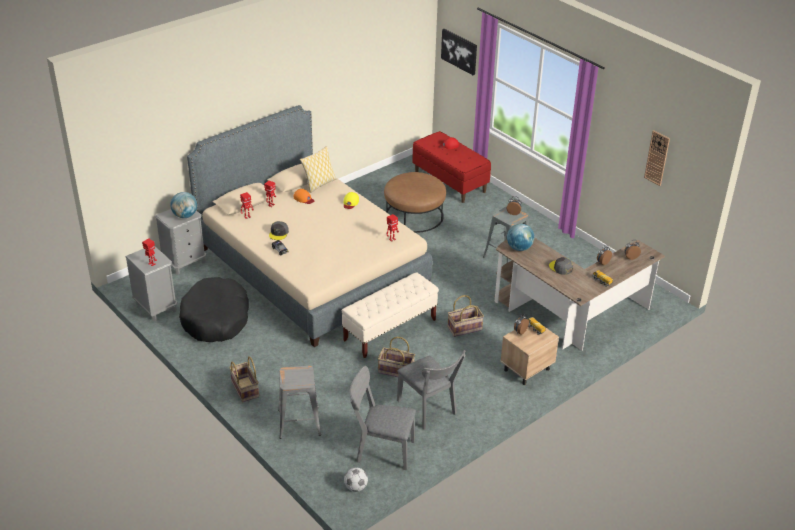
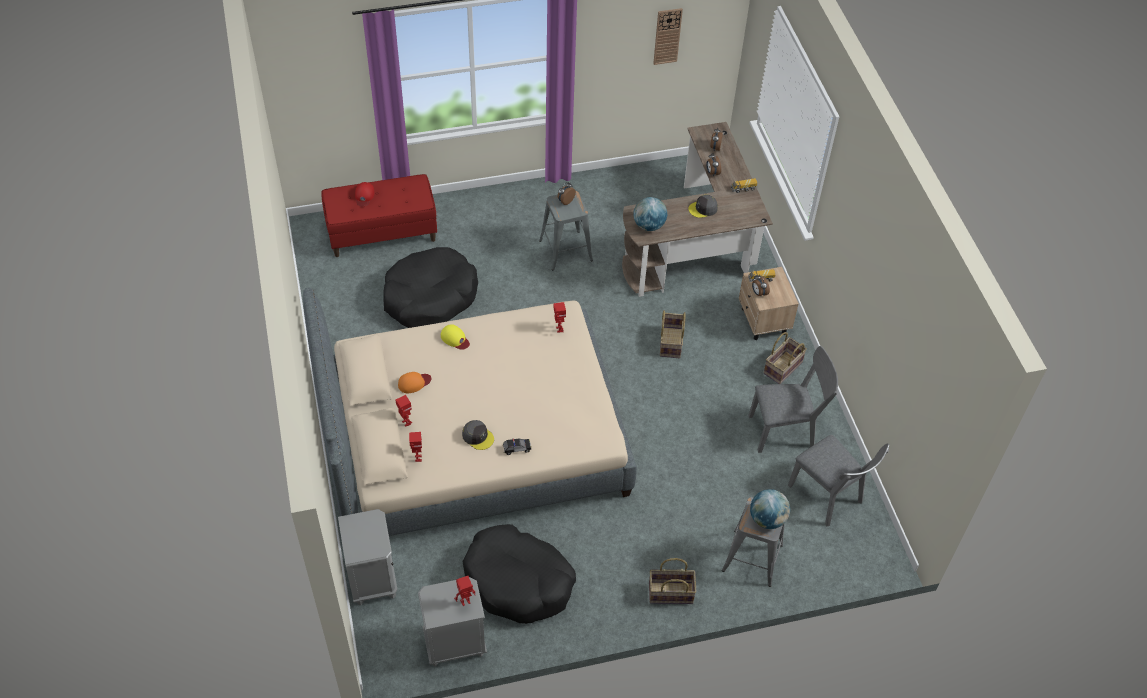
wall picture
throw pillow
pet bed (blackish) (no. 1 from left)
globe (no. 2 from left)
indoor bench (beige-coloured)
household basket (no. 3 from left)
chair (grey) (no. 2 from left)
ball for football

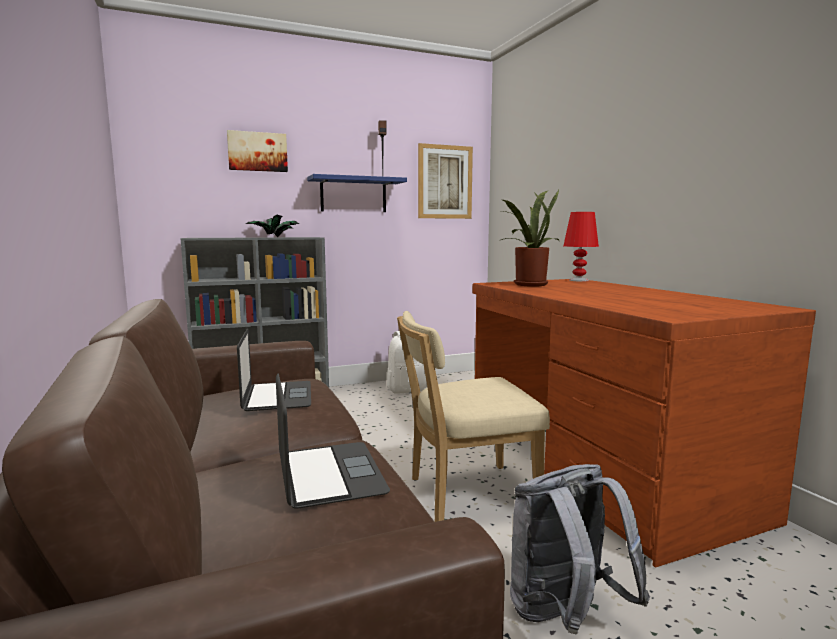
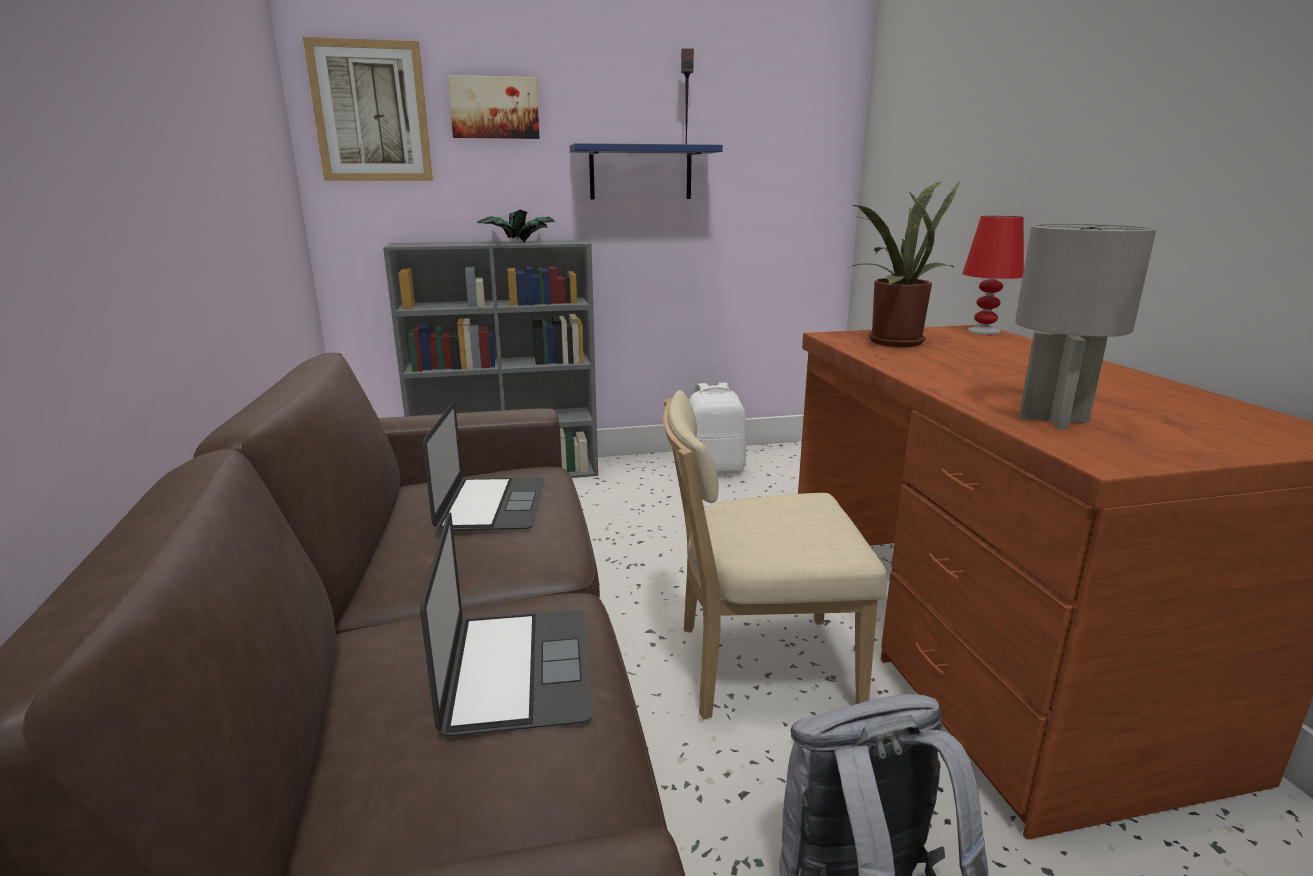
wall picture (no. 1 from left)
table lamp (grey)

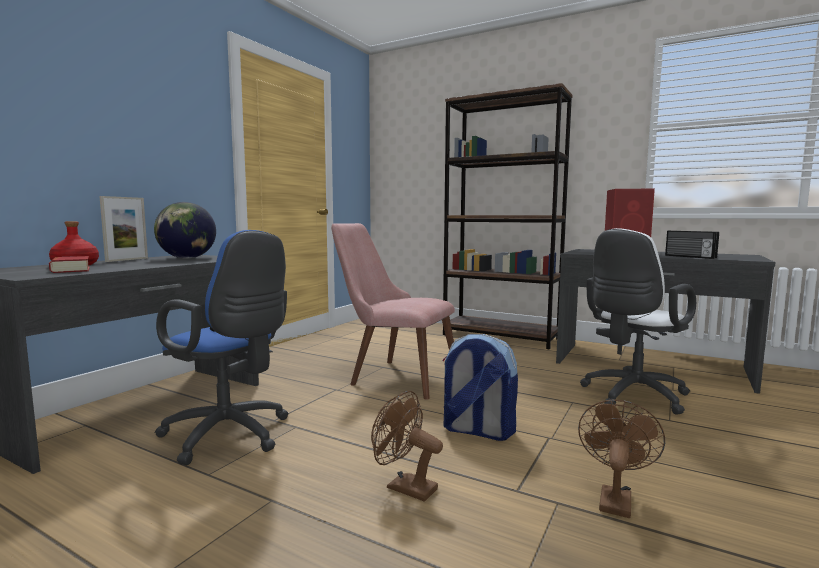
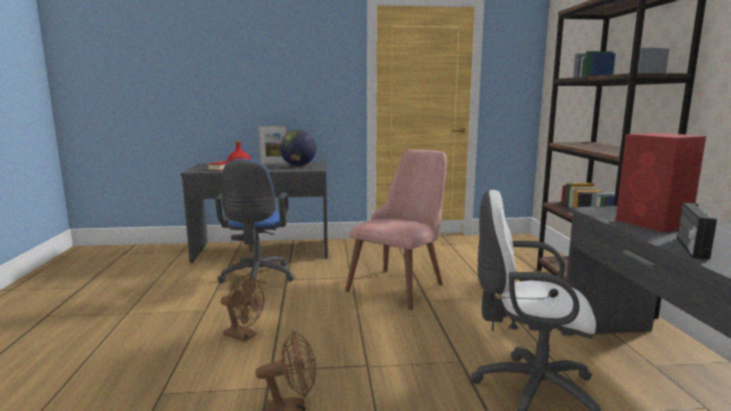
chair (pinkish)
knapsack
fan (brown) (no. 1 from left)

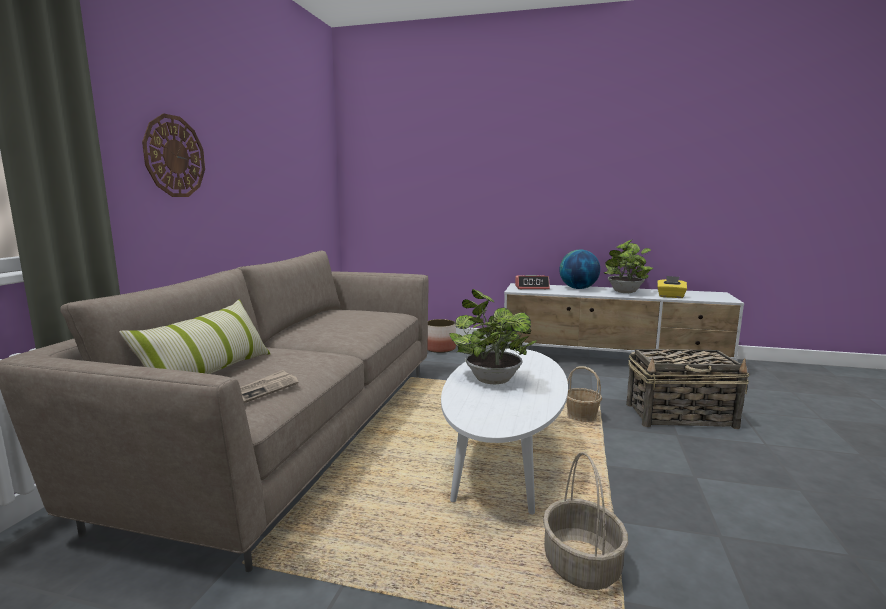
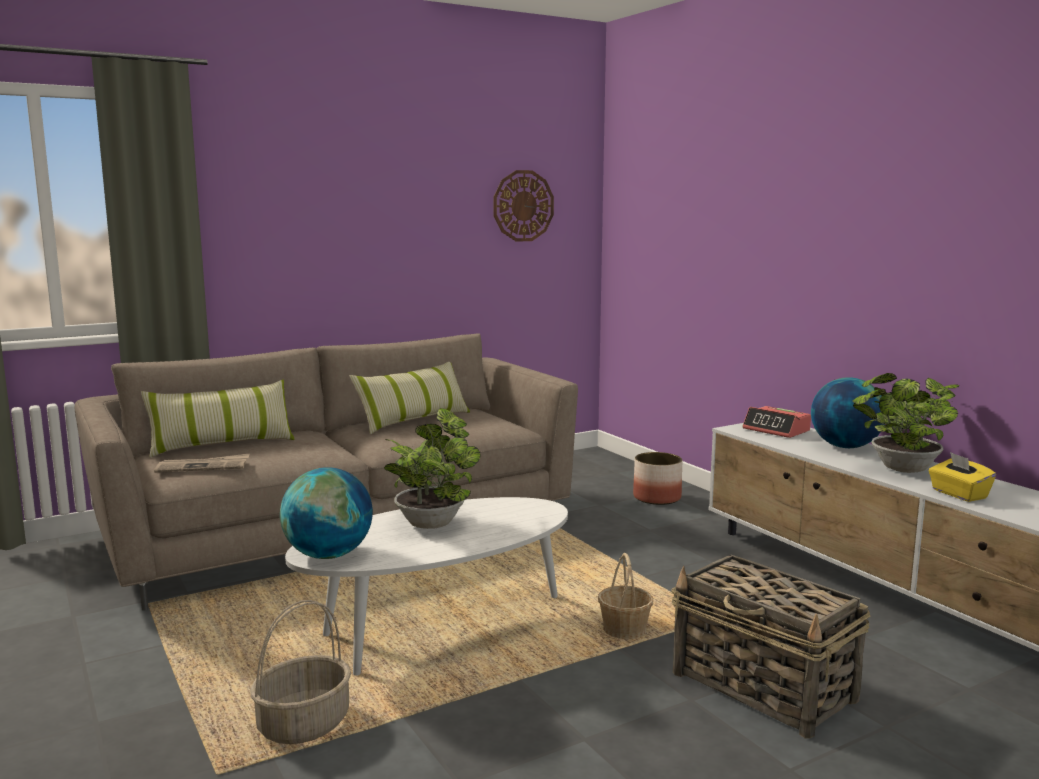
hanging clock
throw pillow (no. 2 from left)
globe (no. 1 from left)

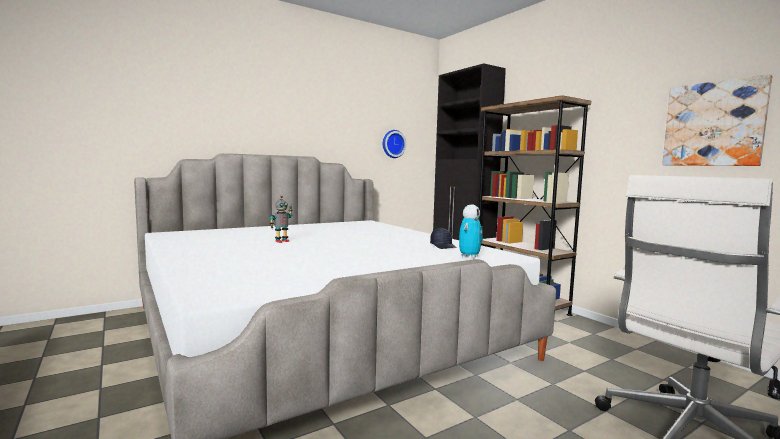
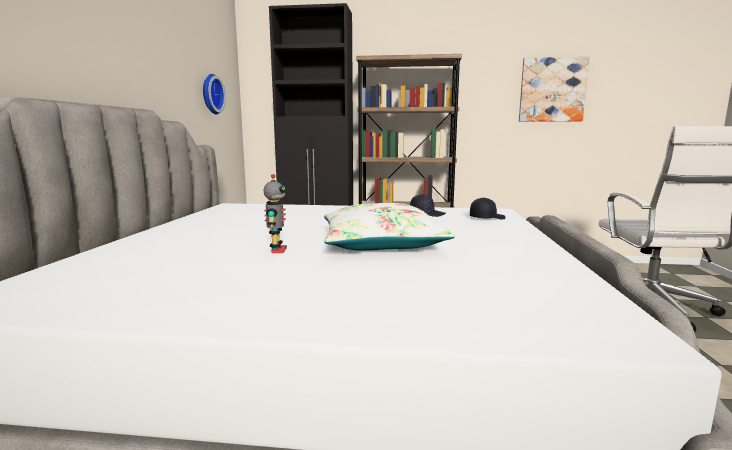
peaked cap (blackish) (no. 2 from left)
throw pillow (white-coloured)

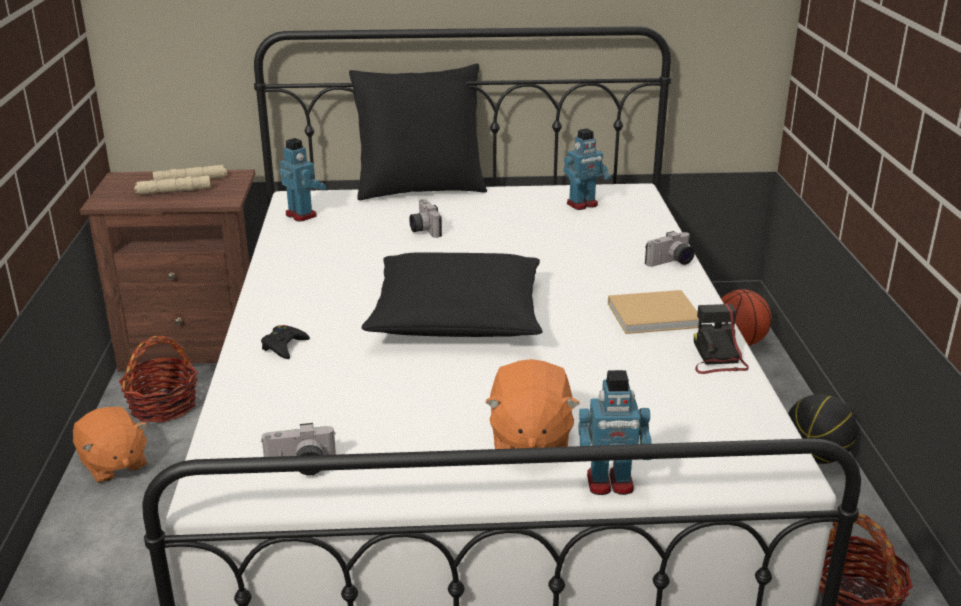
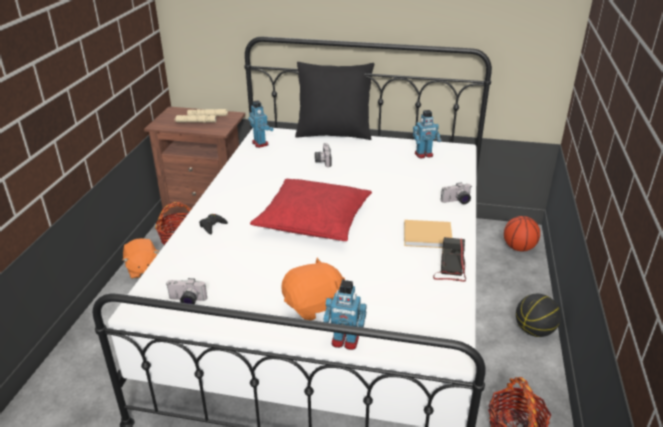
throw pillow (reddish)
soft toy (orange) (no. 2 from left)

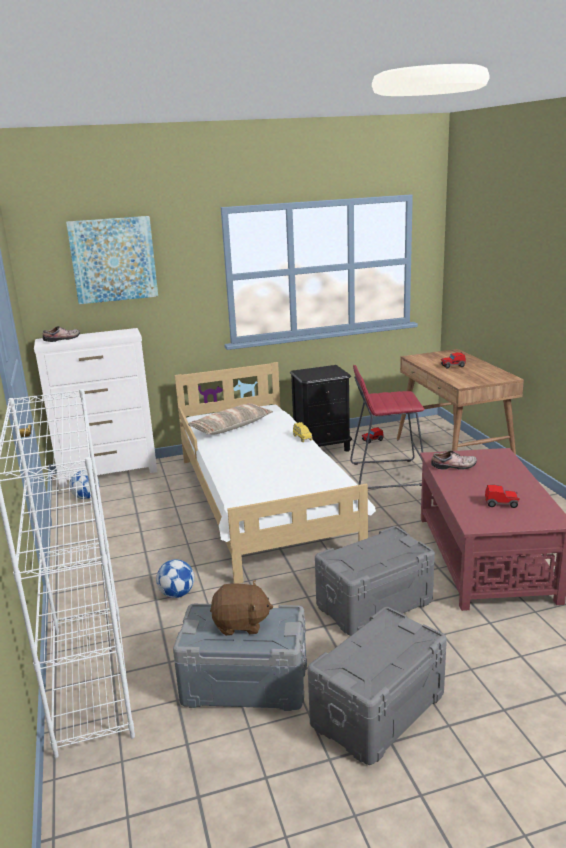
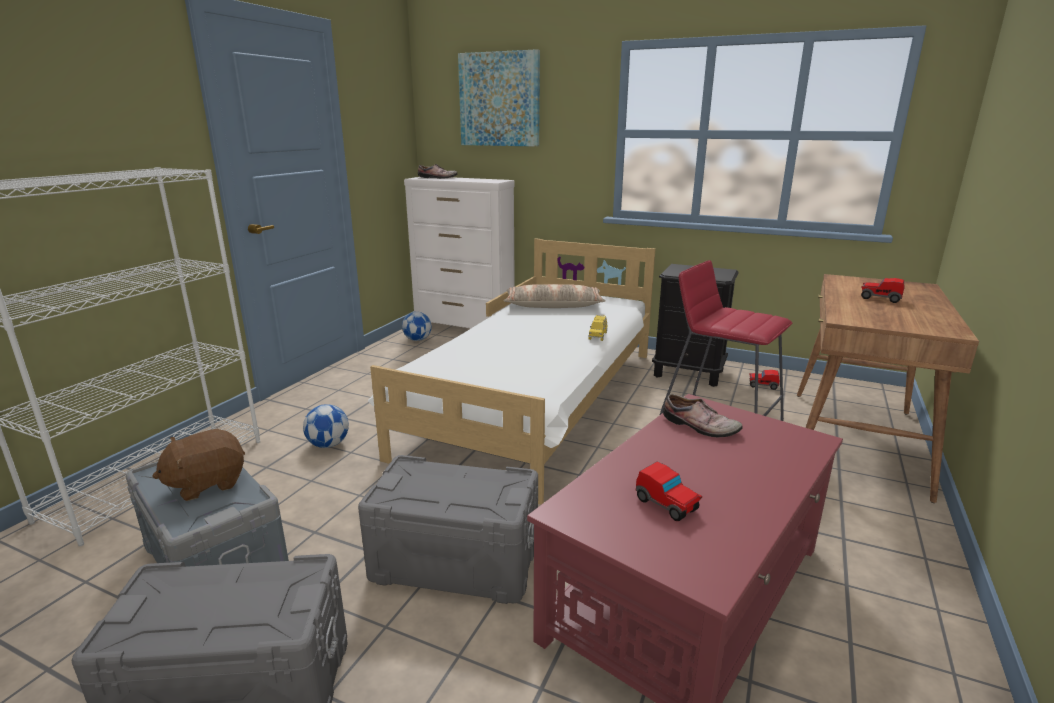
soft toy (brown)

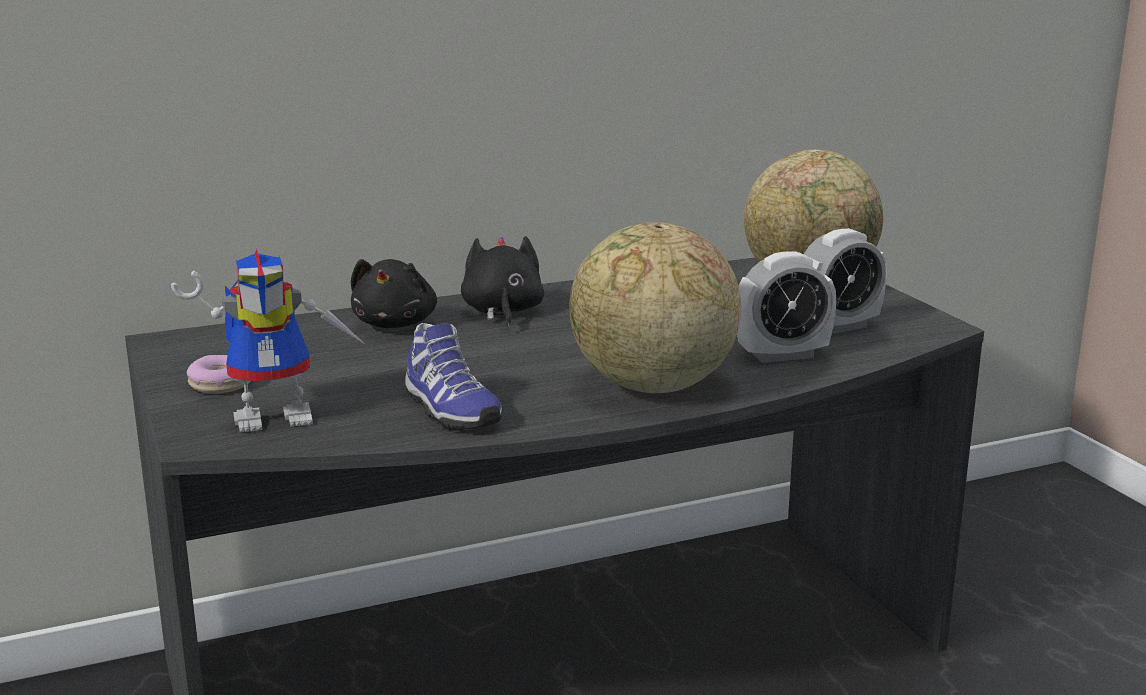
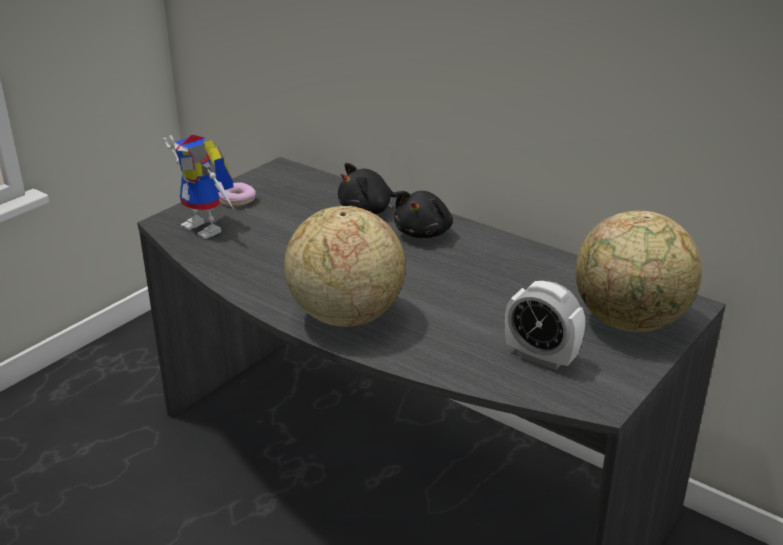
soft toy (blackish) (no. 2 from left)
alarm clock (no. 1 from left in the first image)
item of footwear

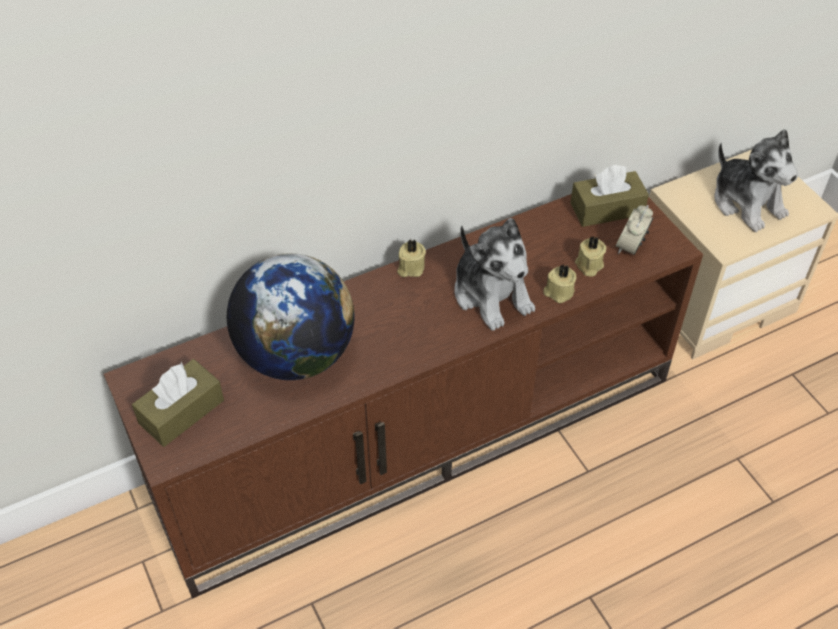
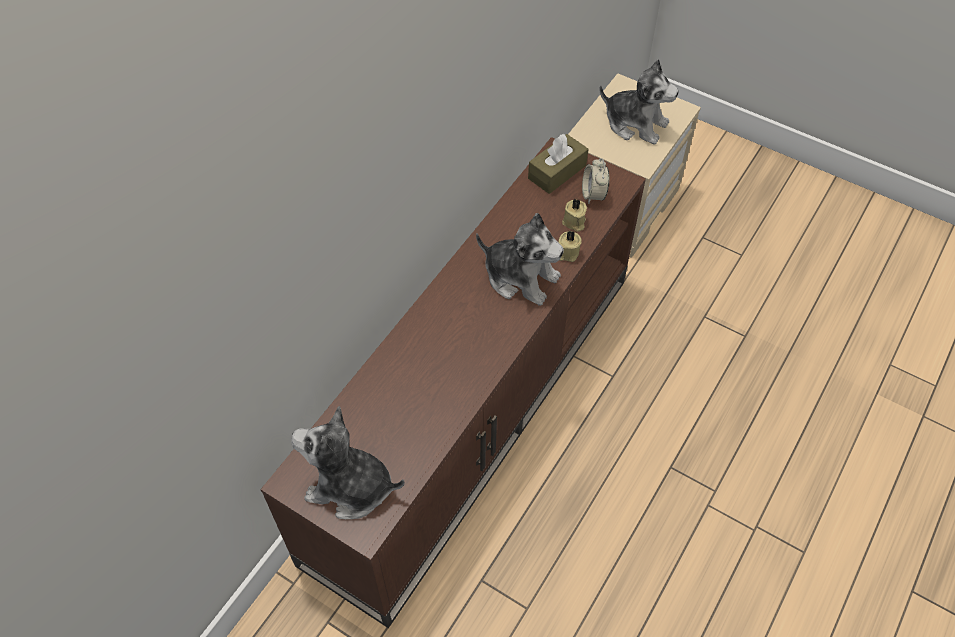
candle (beige-coloured) (no. 1 from left in the first image)
globe
soft toy (no. 1 from left)

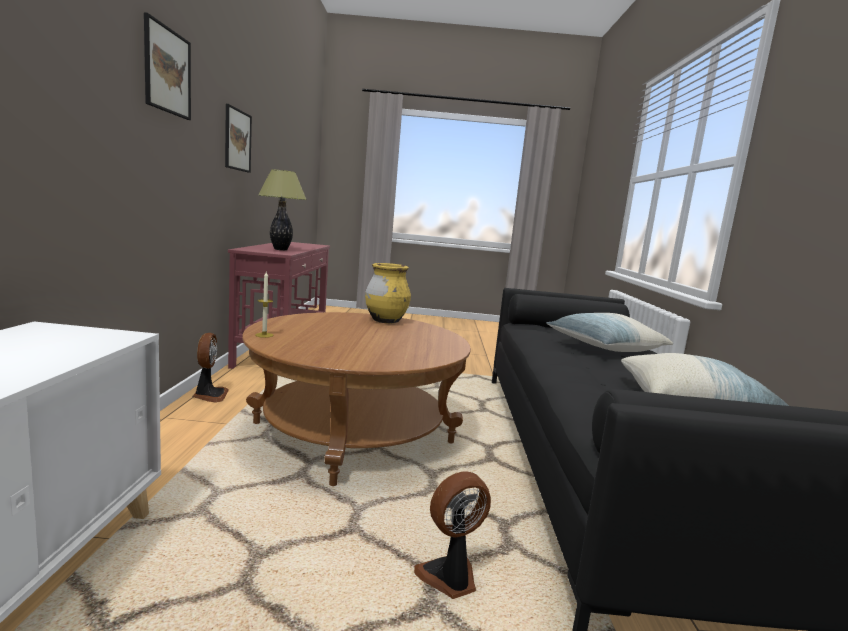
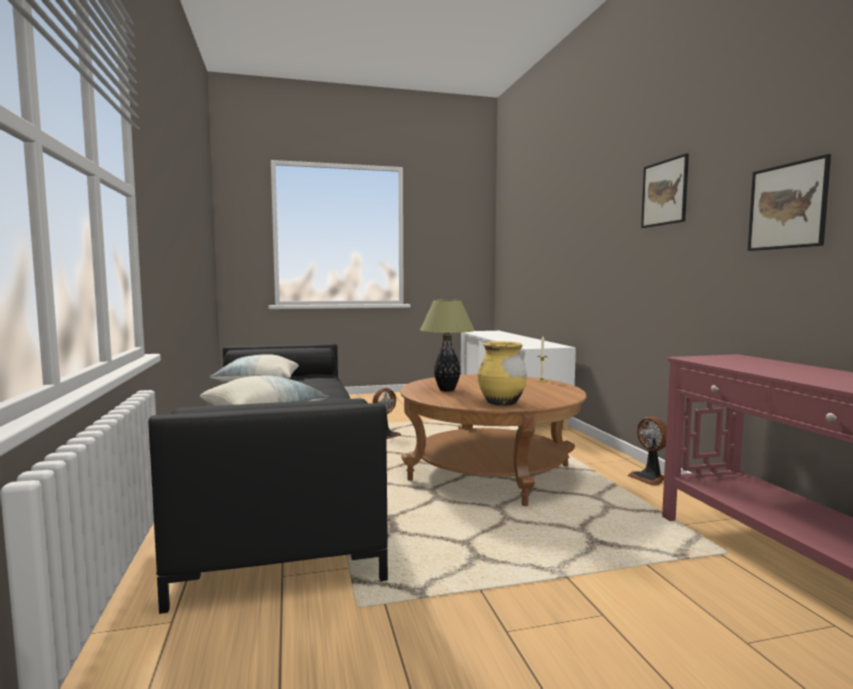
table lamp

